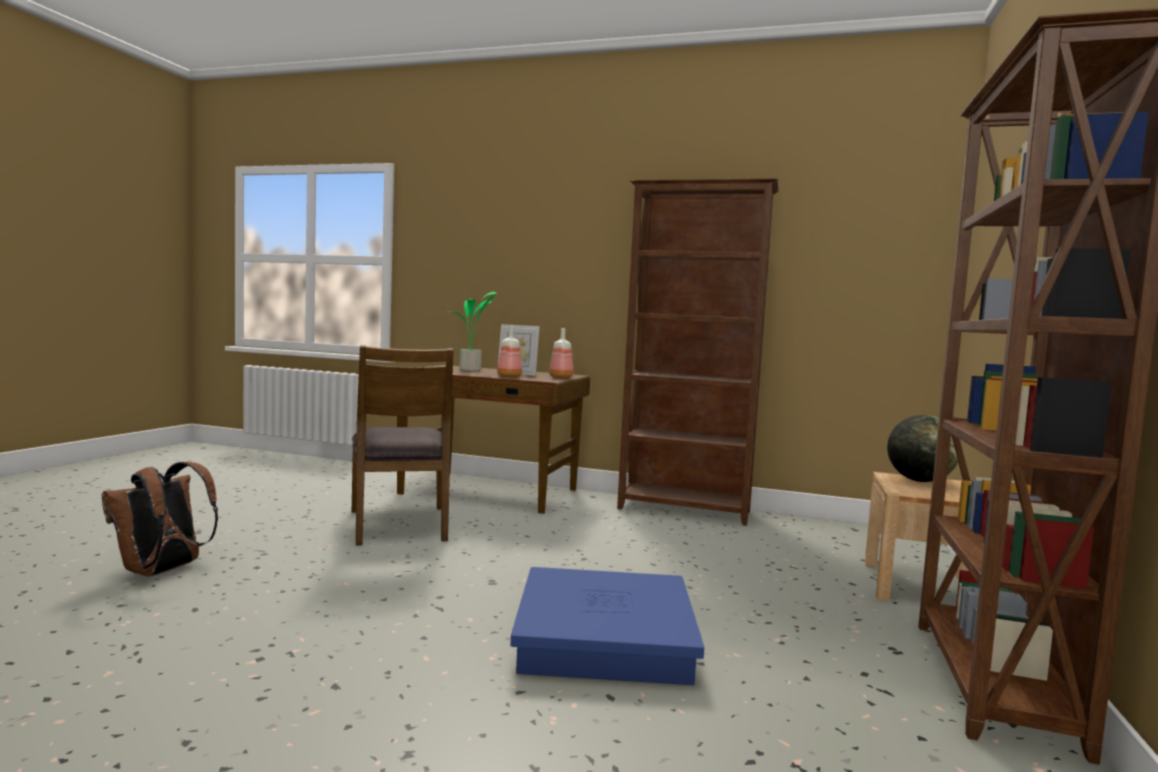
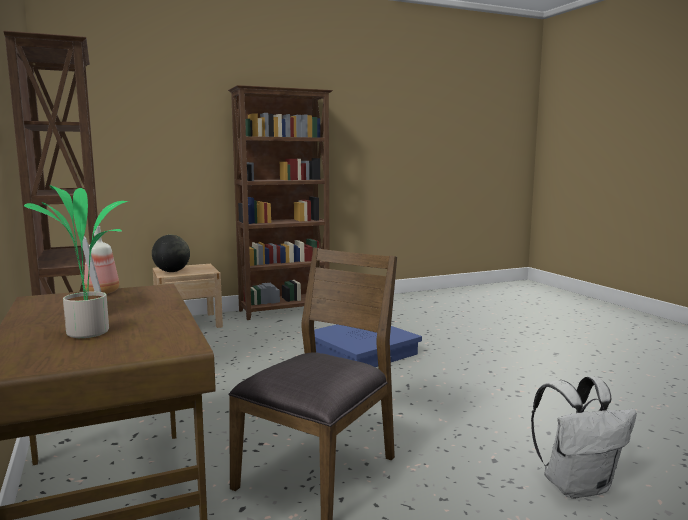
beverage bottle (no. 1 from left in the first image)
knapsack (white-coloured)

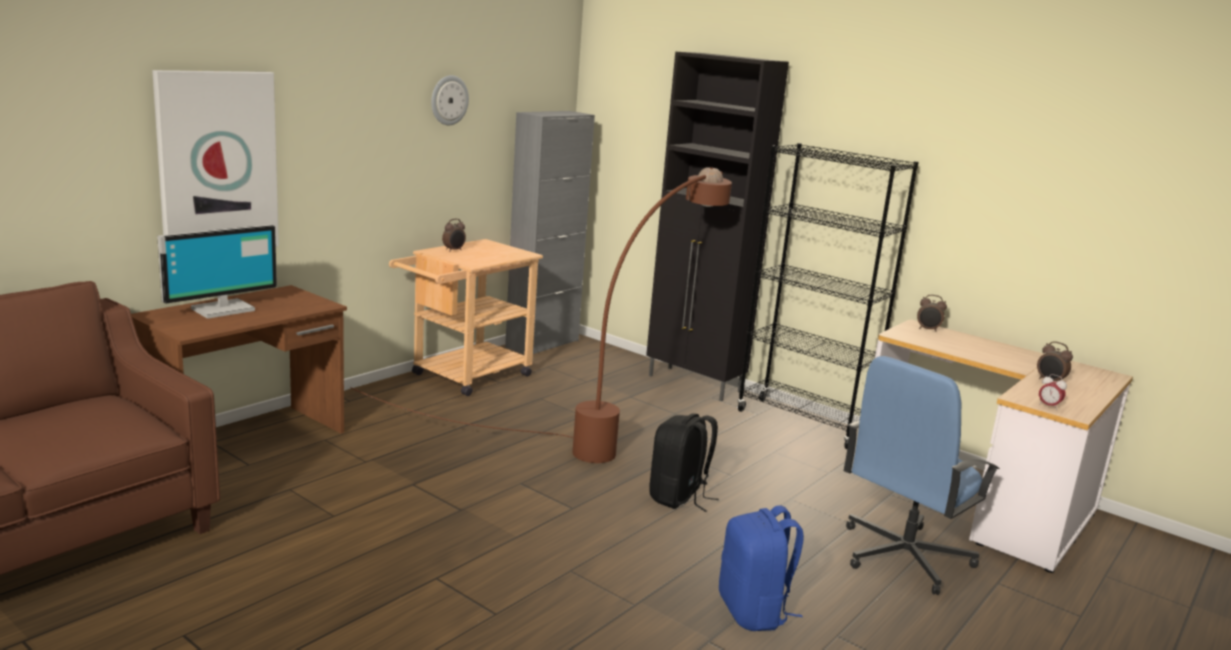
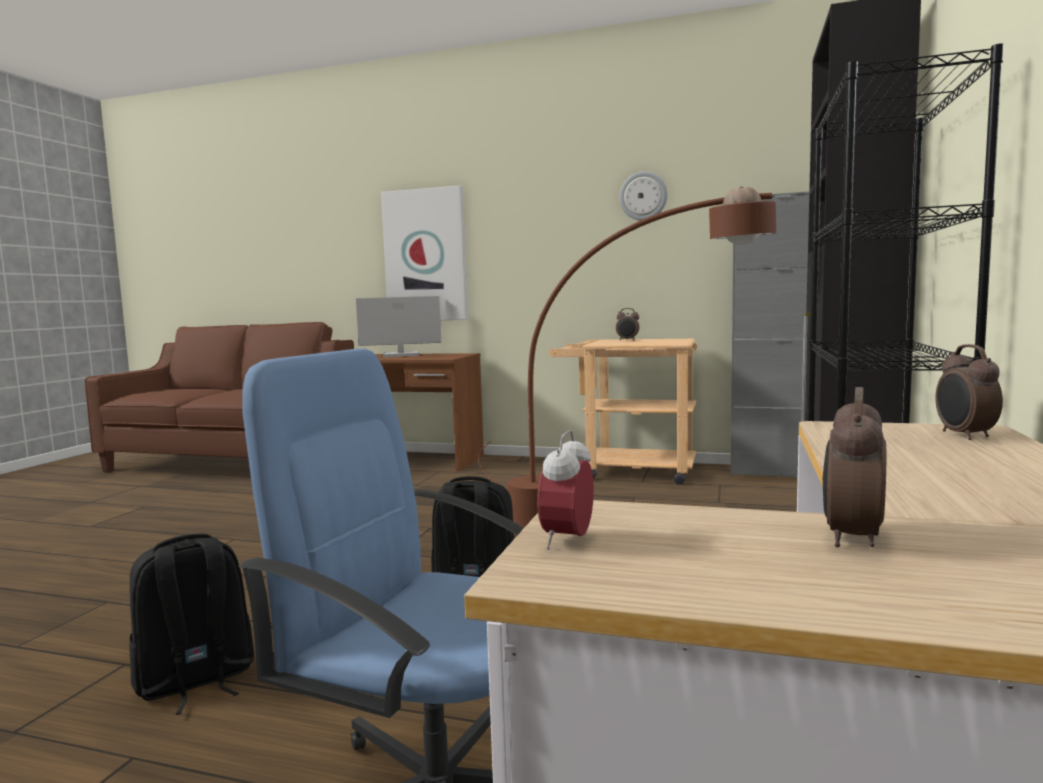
computer display
knapsack (blackish) (no. 1 from left)

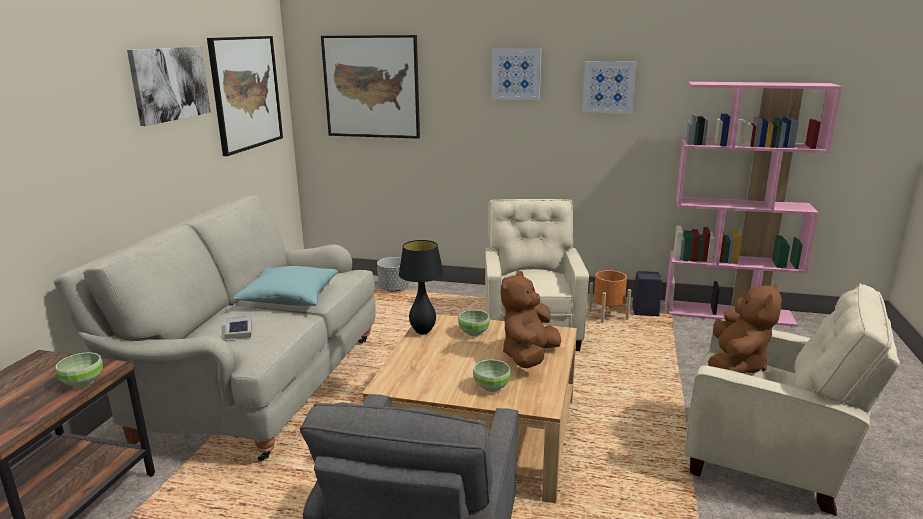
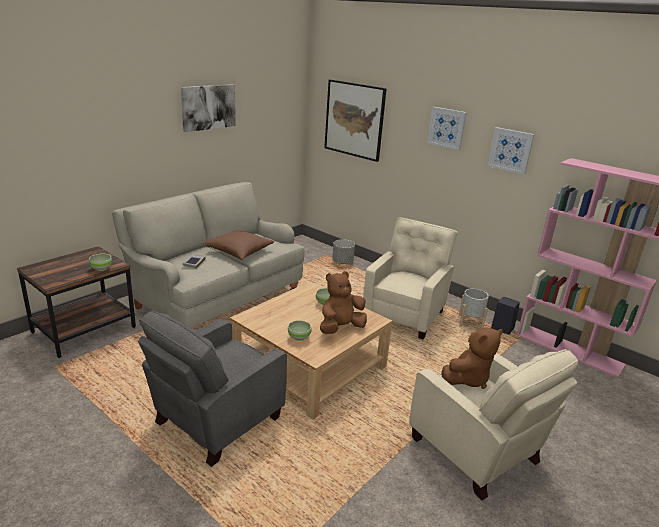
wall picture (no. 2 from left in the first image)
table lamp (blackish)
throw pillow (brown)
flower pot (grey) (no. 2 from left)

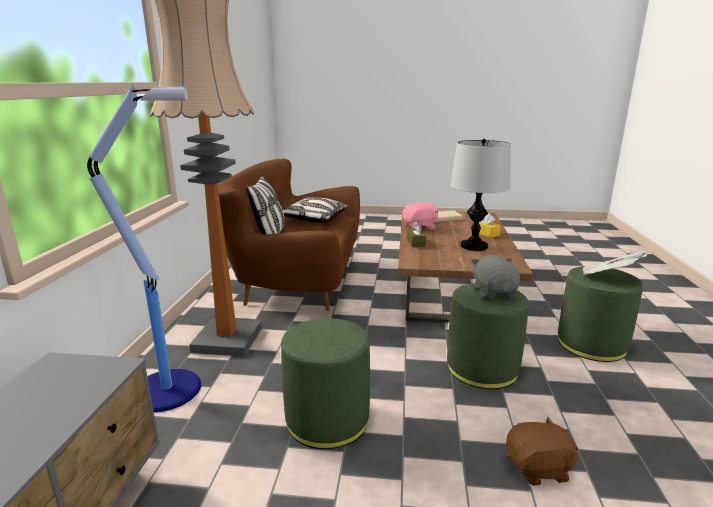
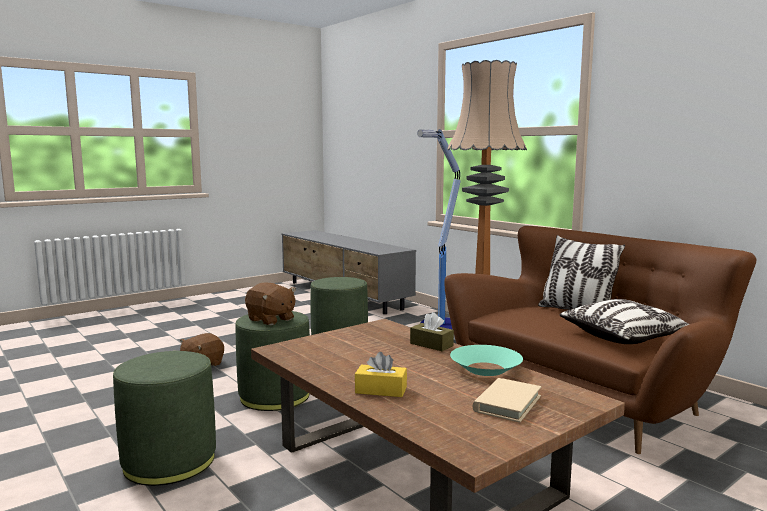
table lamp
deep dish (turquoise)
daily paper
soft toy (brown) (no. 2 from left)

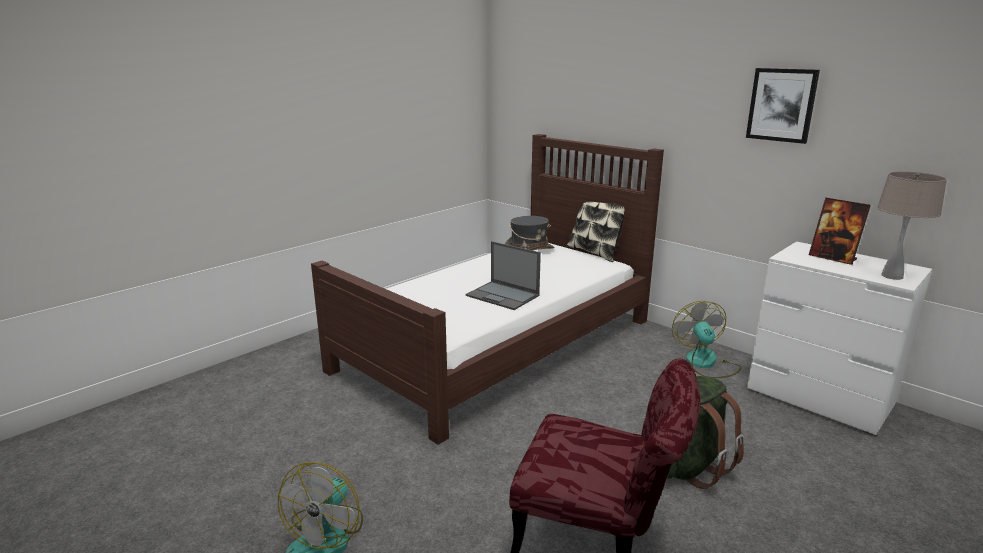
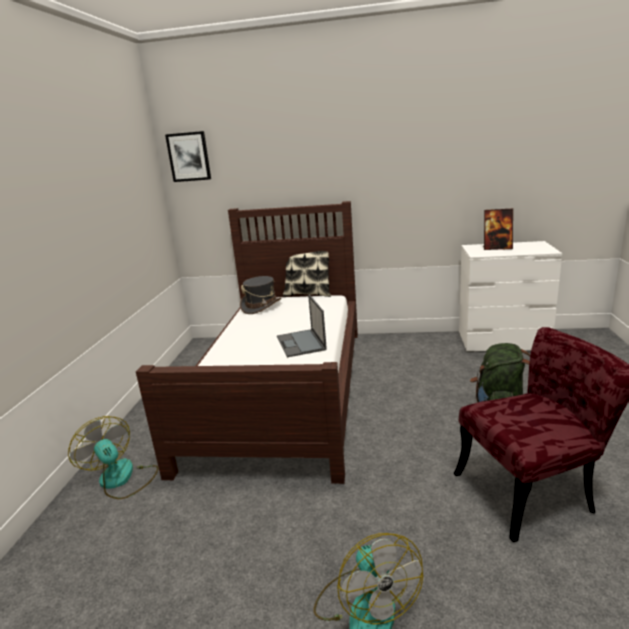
wall picture
table lamp (beige-coloured)
portable computer
fan (no. 1 from left)

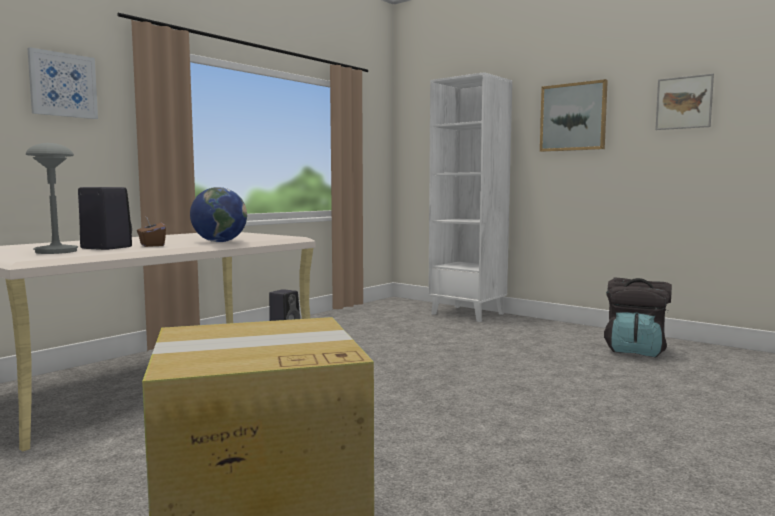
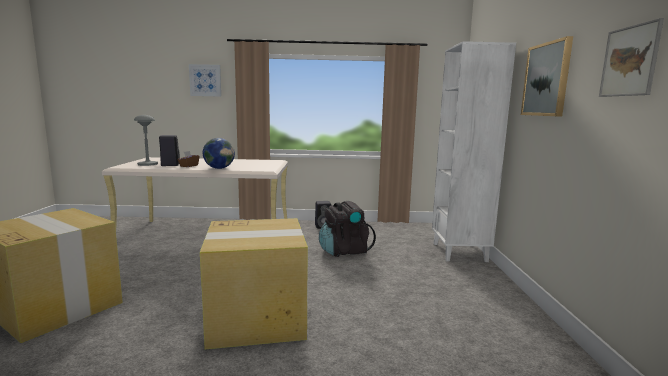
knapsack (blackish)
carton (no. 2 from left)

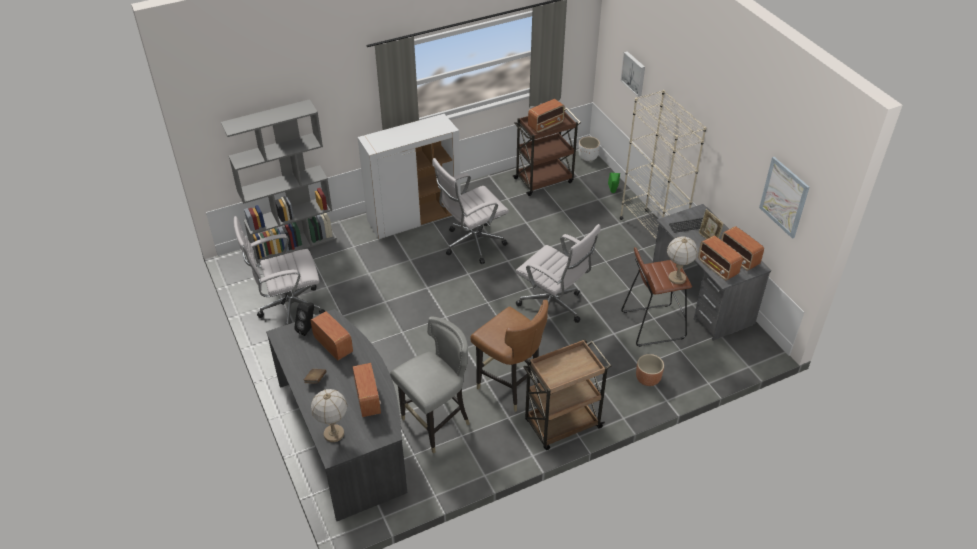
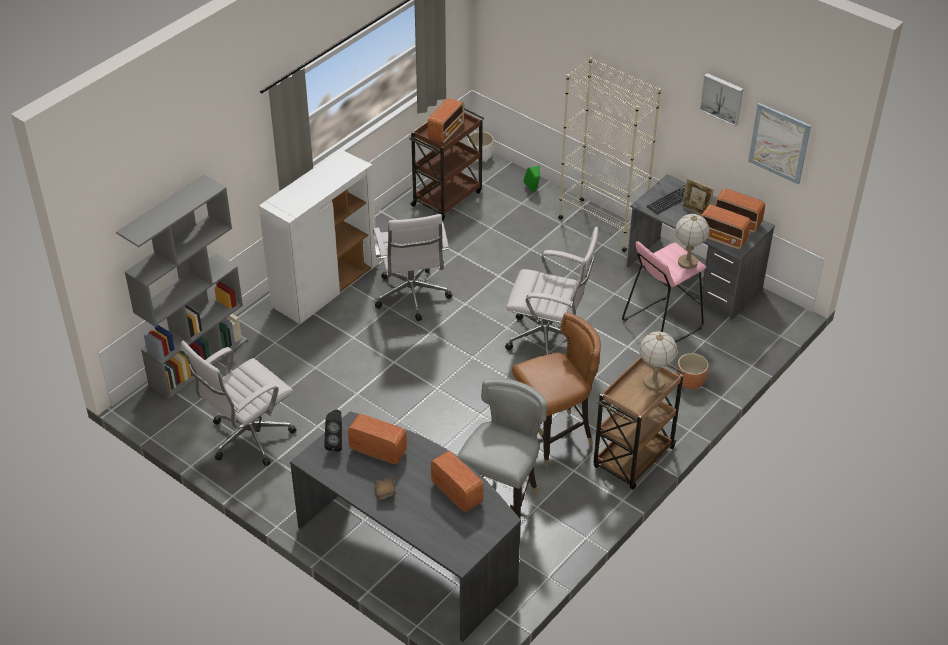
wall picture (no. 1 from left)
office chair (white-coloured) (no. 2 from left)
sitting stool (pinkish)
chair (brown)
table lamp (no. 1 from left)

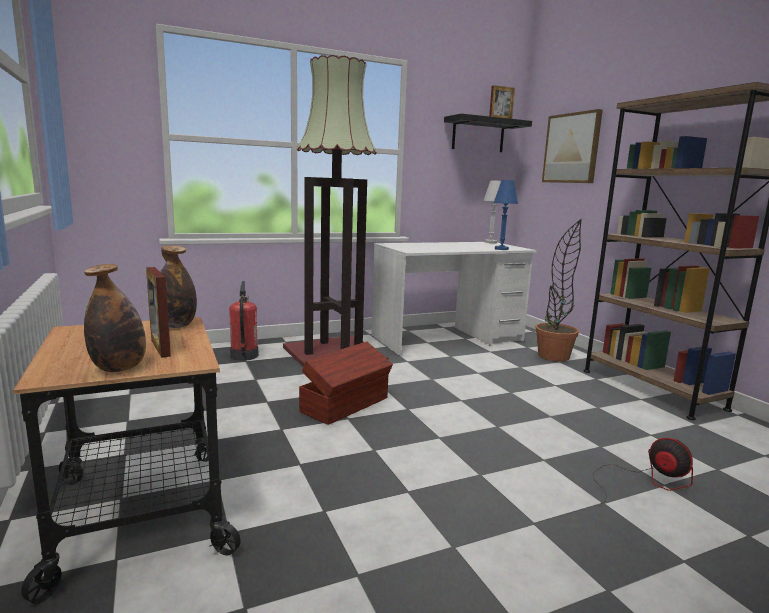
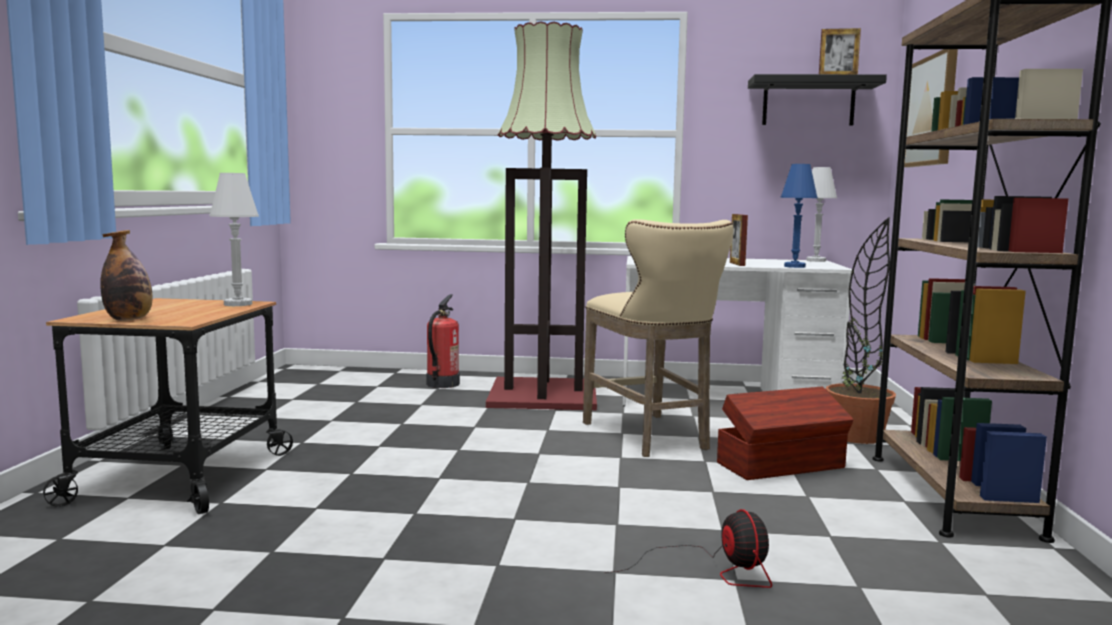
table lamp (white-coloured) (no. 1 from left)
picture frame (no. 1 from left)
storage box (brown)
sitting stool (beige-coloured)

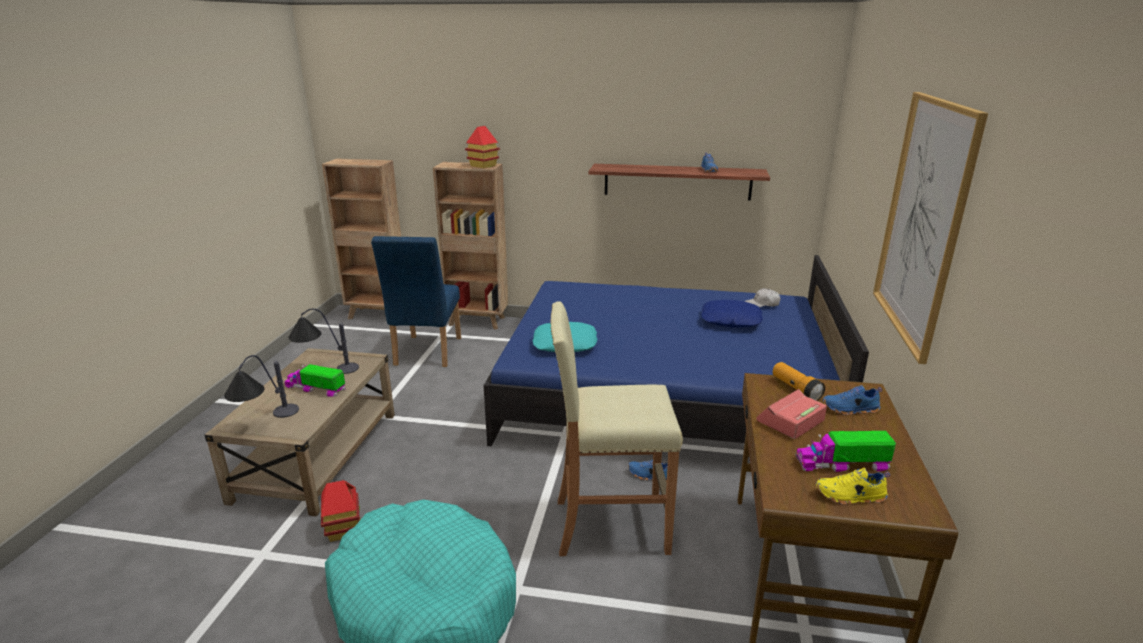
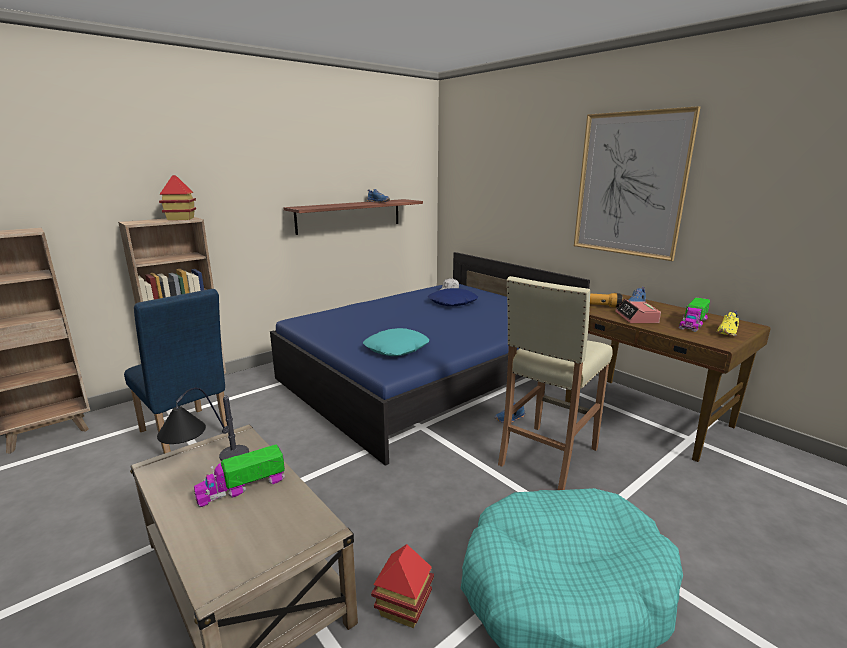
table lamp (no. 1 from left in the first image)

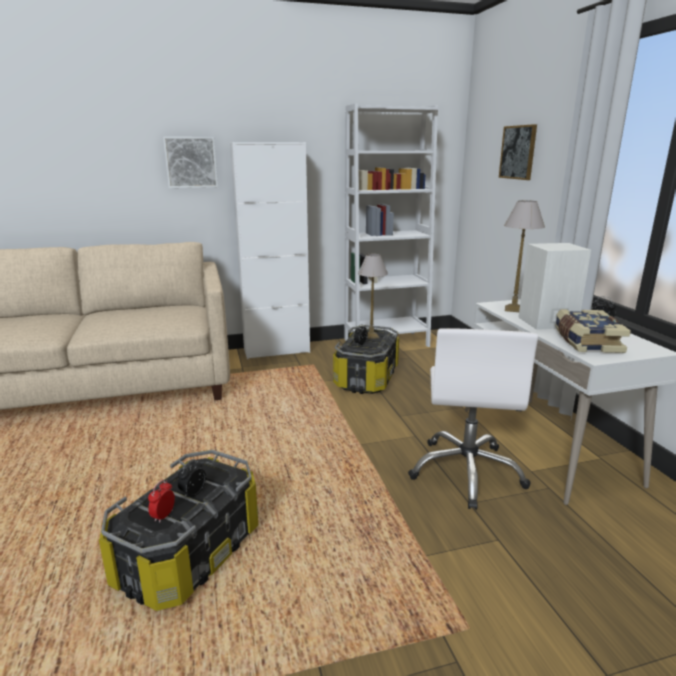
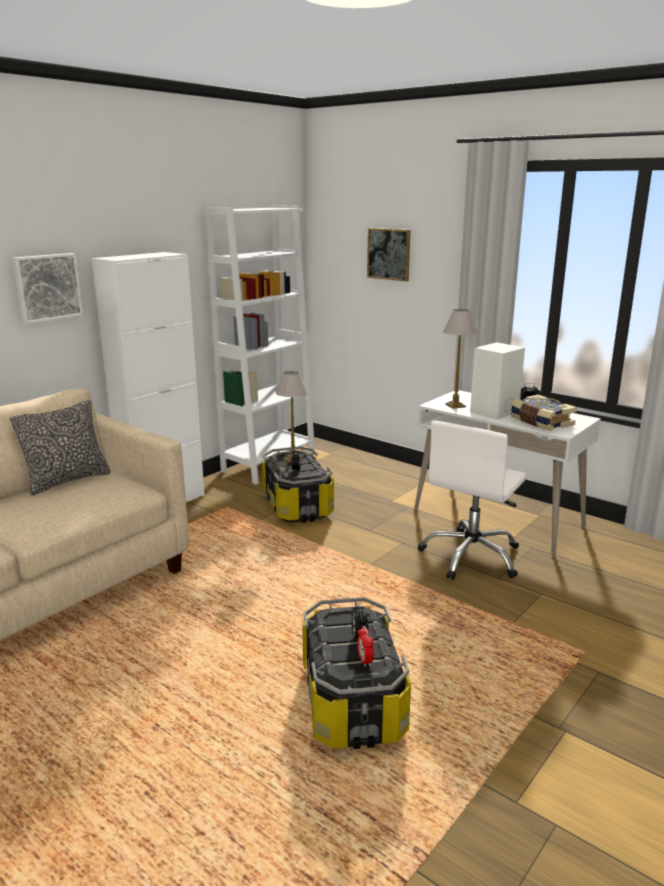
office chair (white-coloured)
throw pillow

